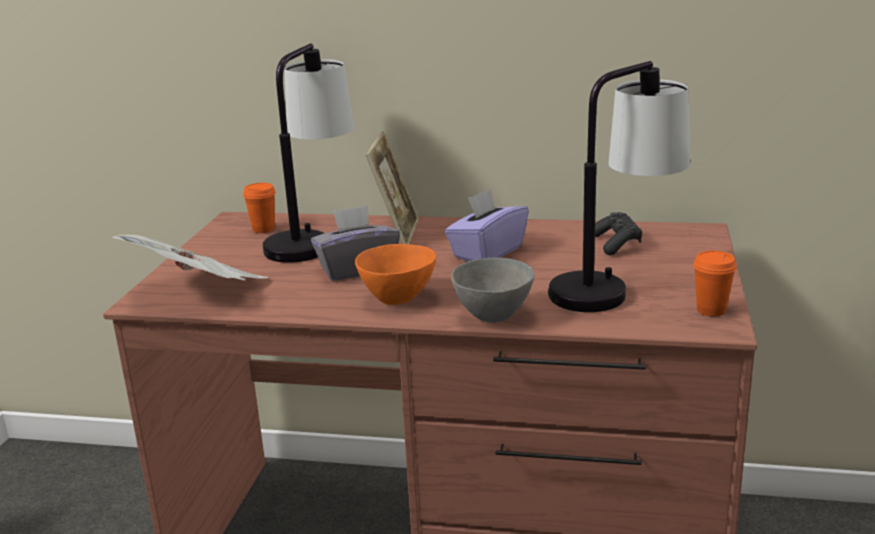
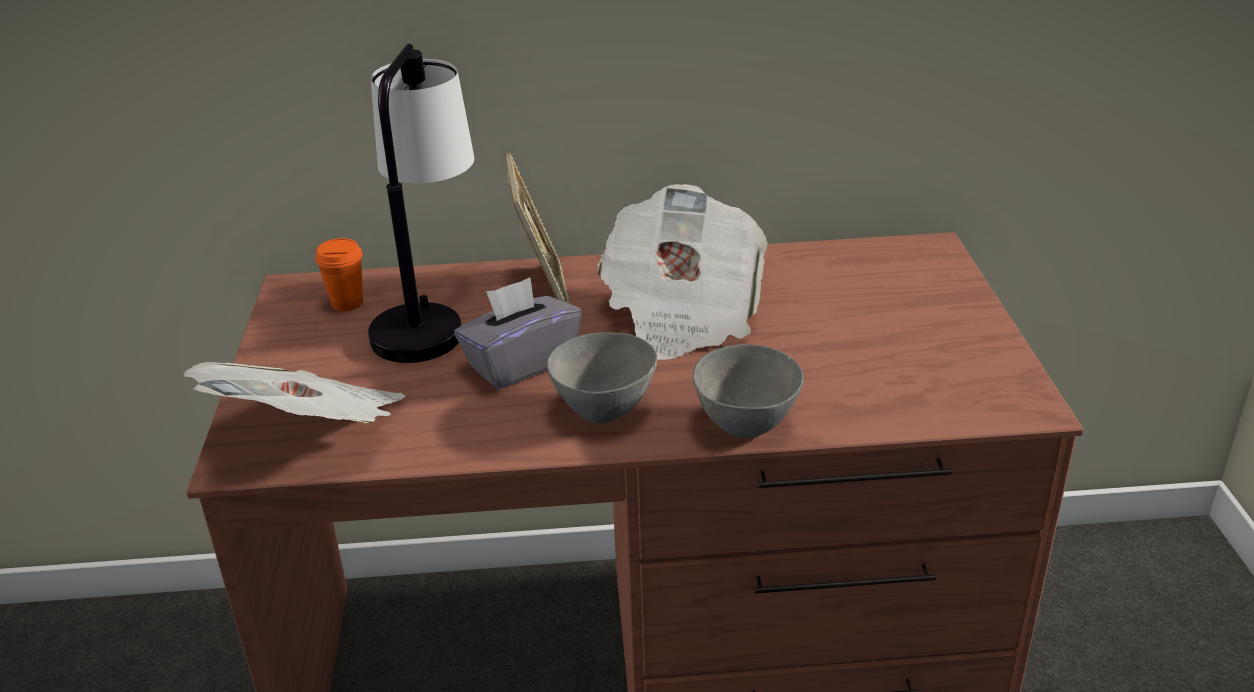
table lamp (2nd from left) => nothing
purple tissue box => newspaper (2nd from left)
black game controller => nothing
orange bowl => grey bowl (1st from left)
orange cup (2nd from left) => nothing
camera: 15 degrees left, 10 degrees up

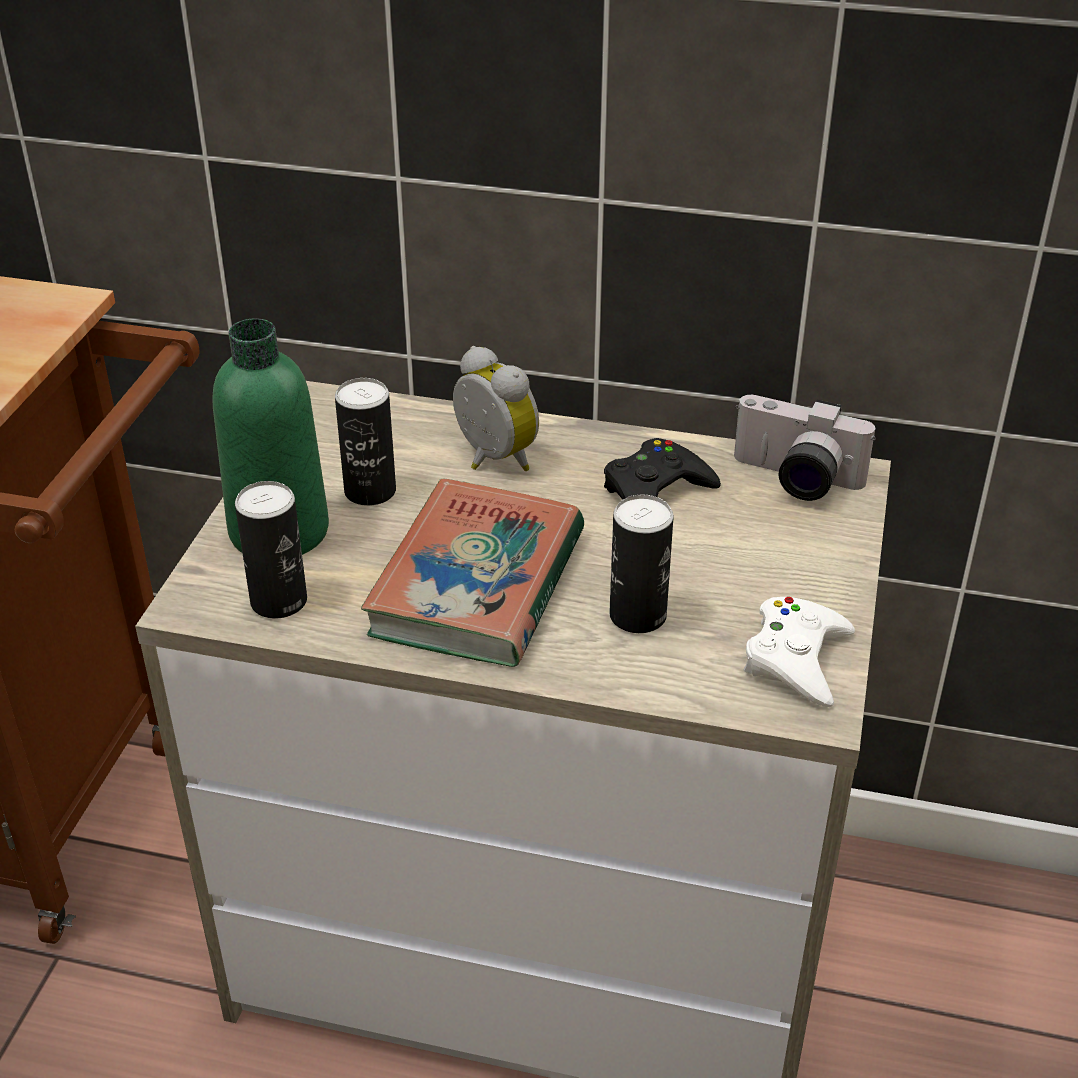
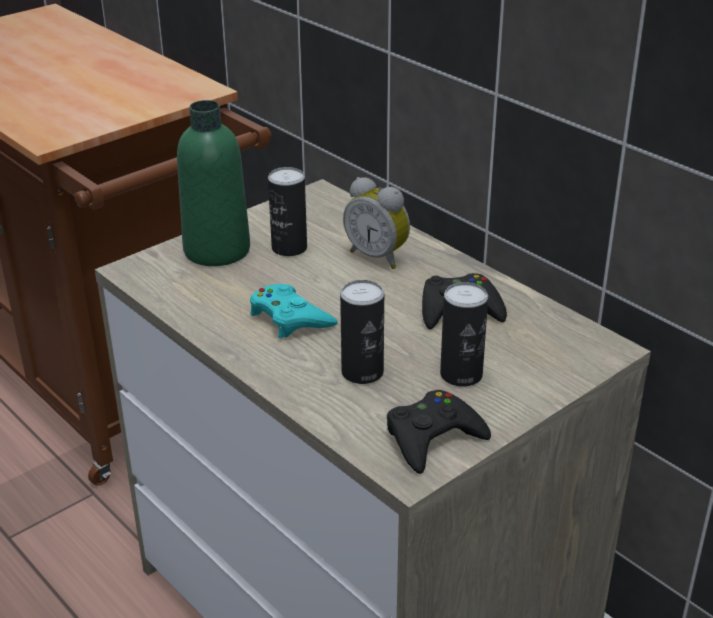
alarm clock, 135 degrees clockwise
photo camera => nothing
book => turquoise game controller
can (1st from left in the first image) => can (3rd from left), moved
white game controller => black game controller (1st from left)
camera: 35 degrees right, 5 degrees down

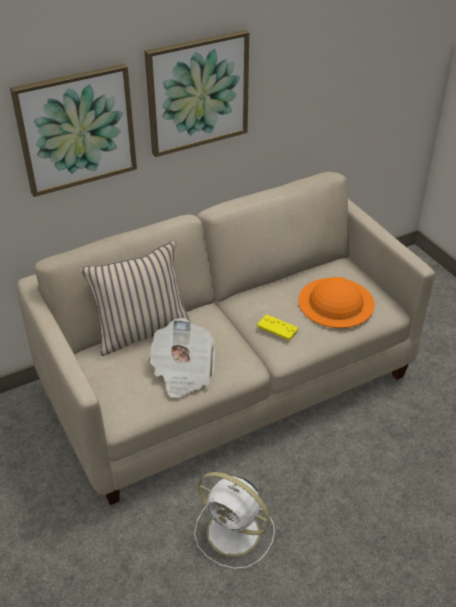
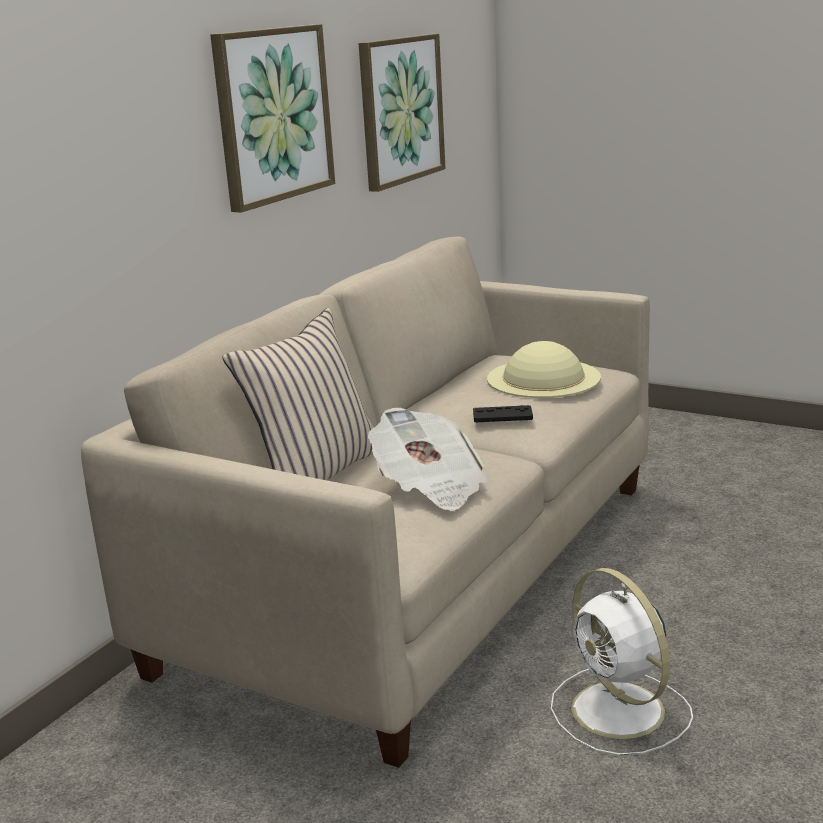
picture (1st from left in the first image) => picture (2nd from left), moved
orange hat => beige hat
yellow game controller => black game controller
white fan, 60 degrees clockwise
camera: 30 degrees left, 20 degrees down

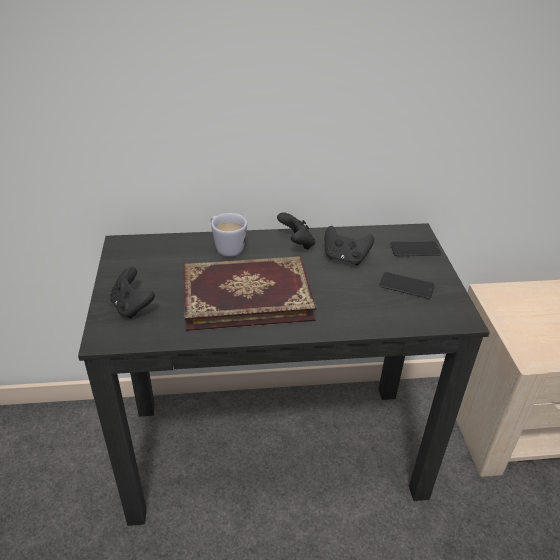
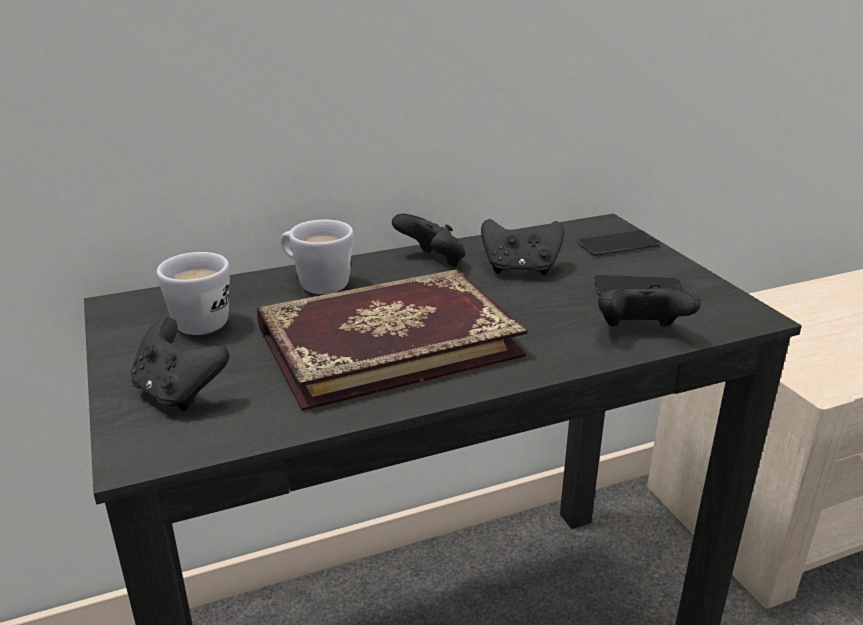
nothing => white mug (1st from left)
nothing => black game controller (4th from left)
camera: 15 degrees left, 10 degrees down

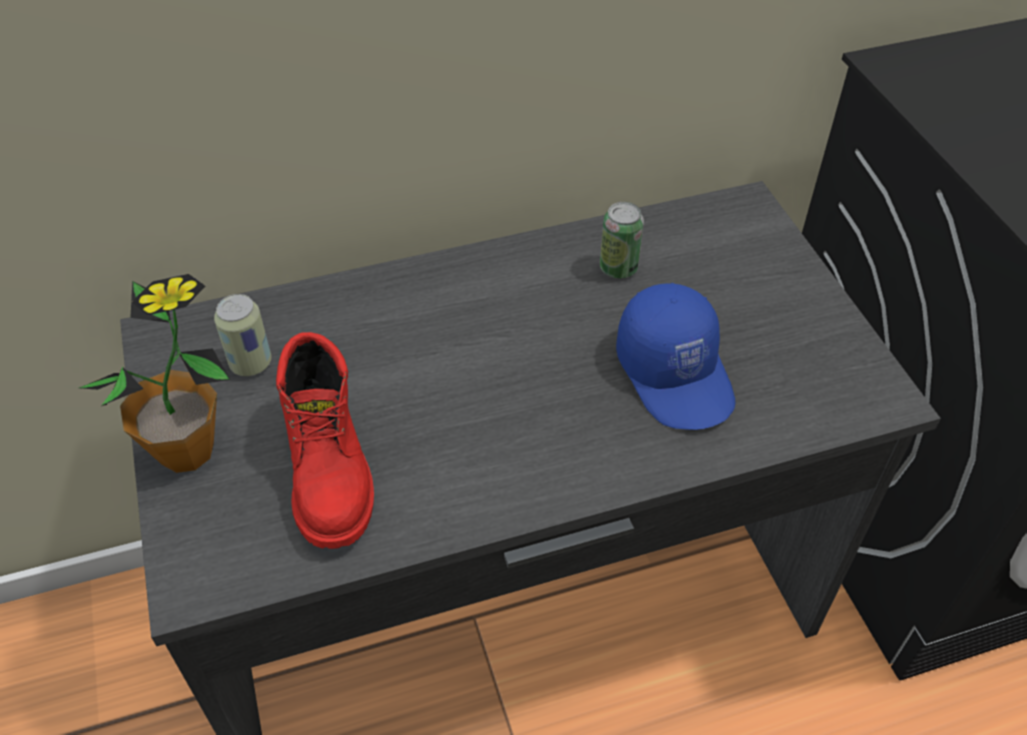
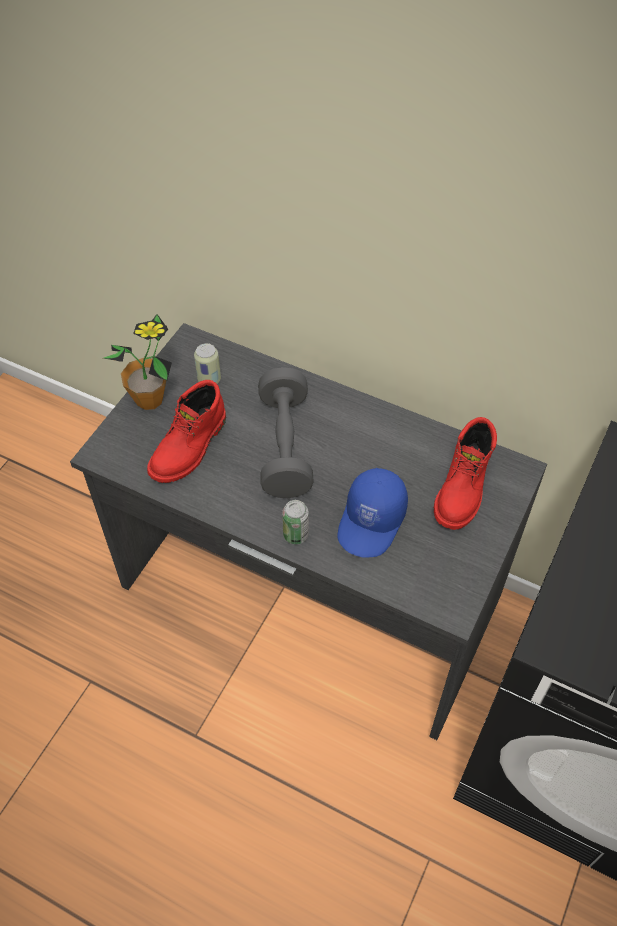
can (2nd from left), moved
nothing => grey dumbbell
nothing => red boot (2nd from left)
camera: 45 degrees right, 5 degrees up

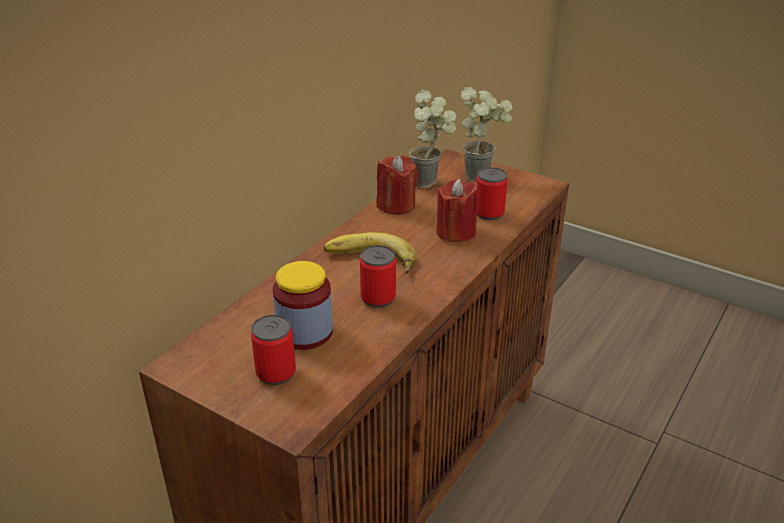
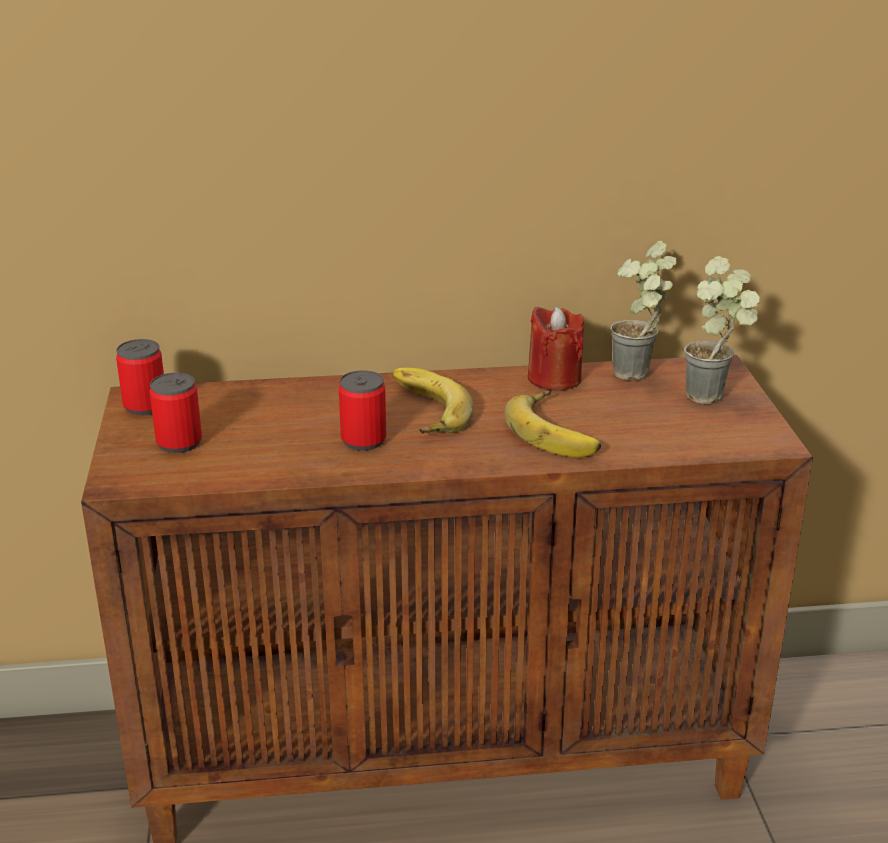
can (3rd from left in the first image) => can (1st from left), moved
red candle (2nd from left) => banana (2nd from left)
jar => nothing
camera: 50 degrees right, 5 degrees down

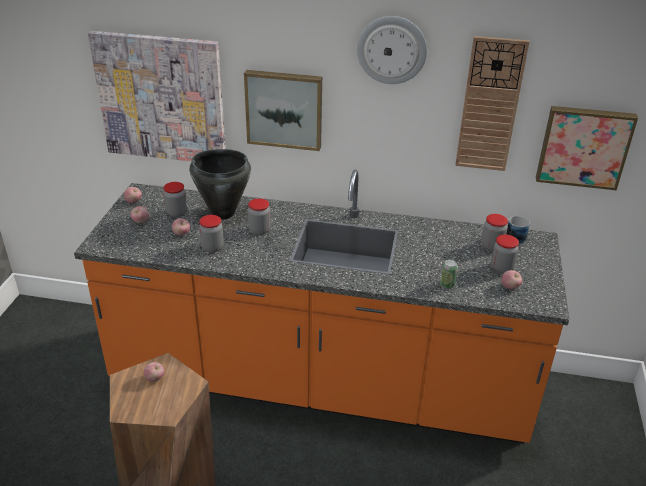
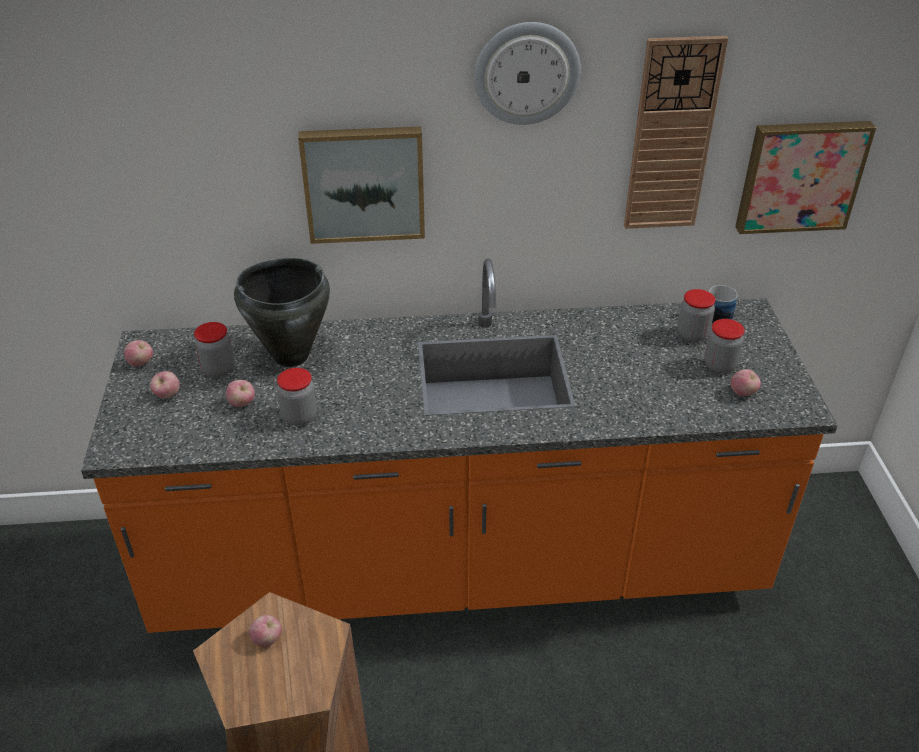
picture (1st from left) => nothing
jar (3rd from left) => nothing
can => nothing
camera: 15 degrees left, 5 degrees up

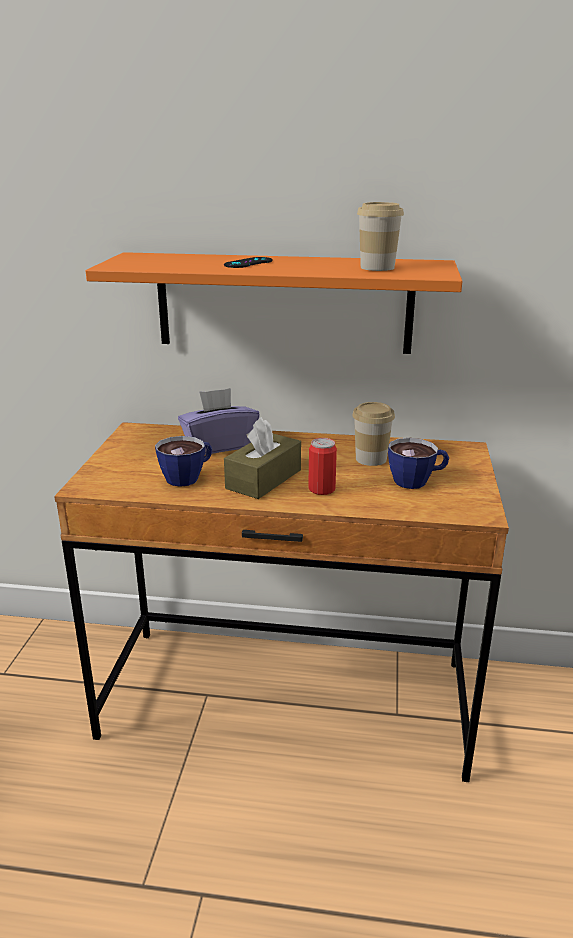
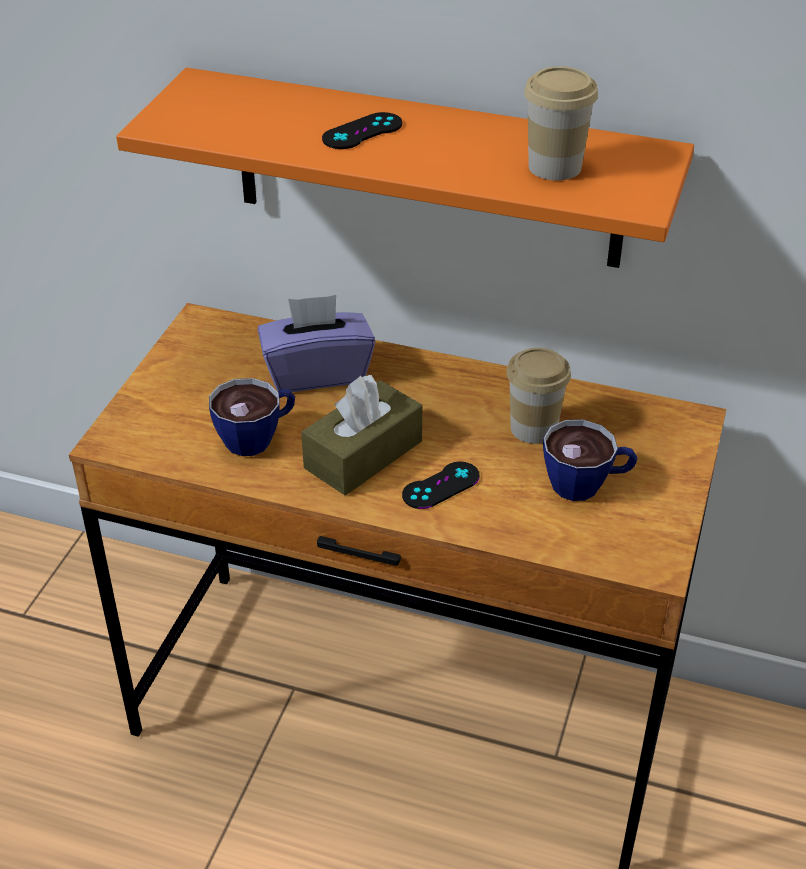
can => black game controller (2nd from left)
camera: 10 degrees right, 15 degrees up

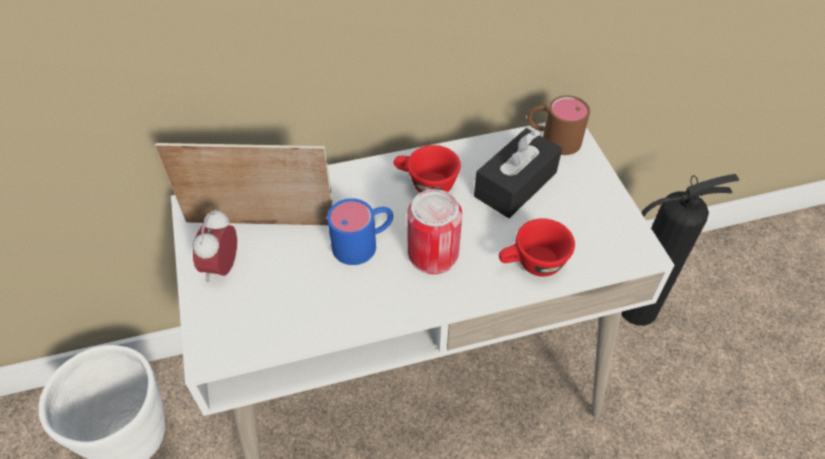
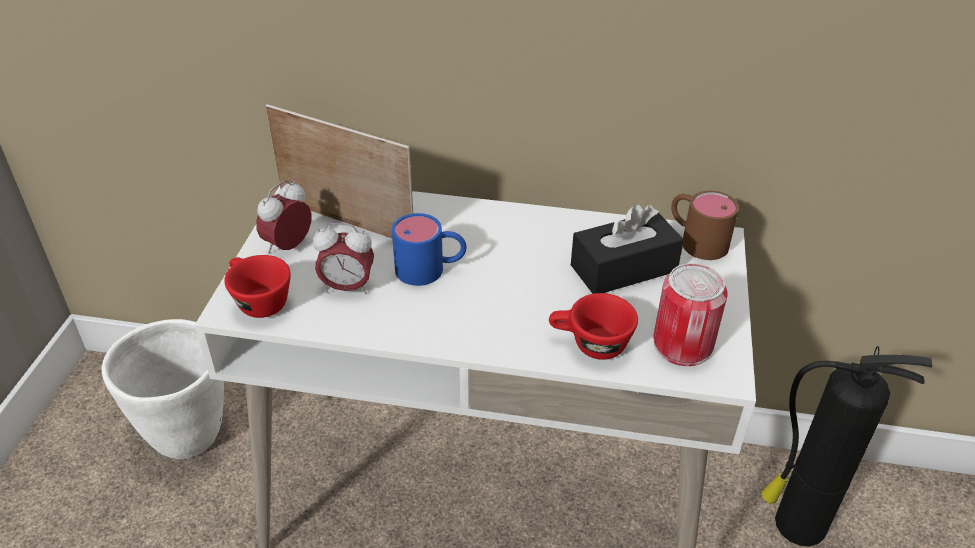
red cup (1st from left), moved
can, moved
nothing => alarm clock (2nd from left)
camera: 25 degrees right, 10 degrees down

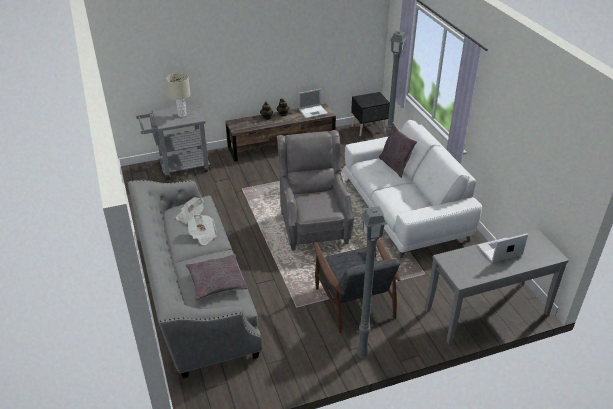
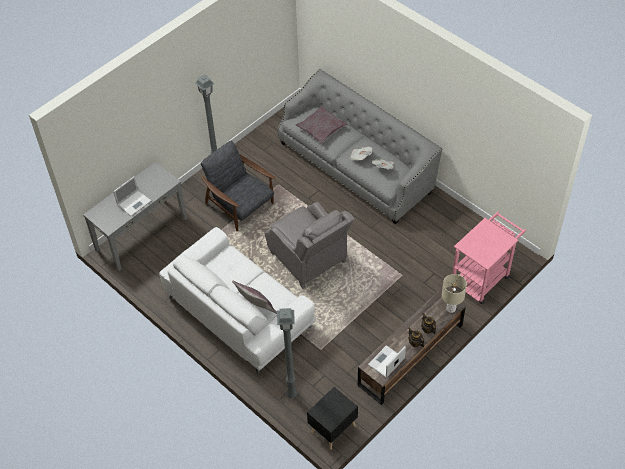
beige table lamp, moved
grey cart => pink cart
camera: 155 degrees right, 15 degrees up

